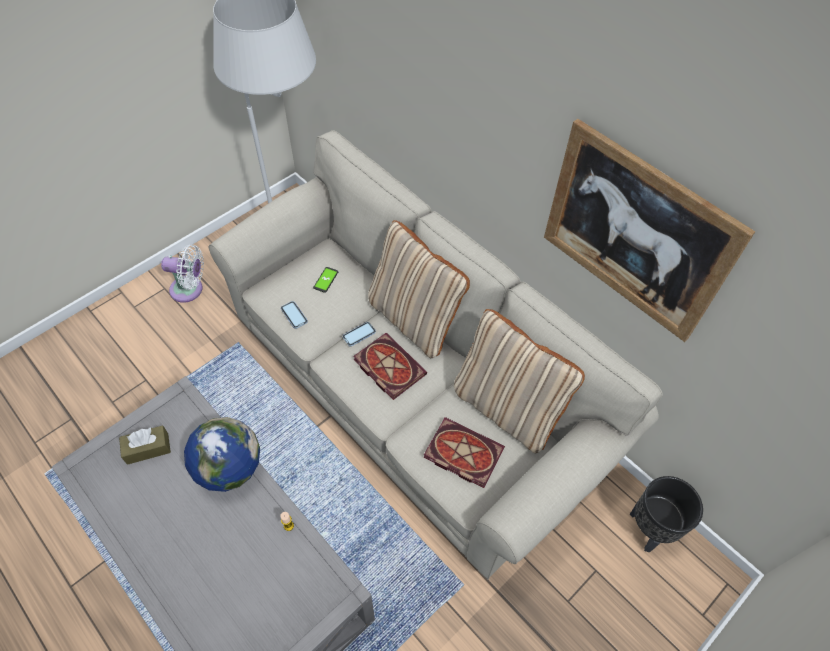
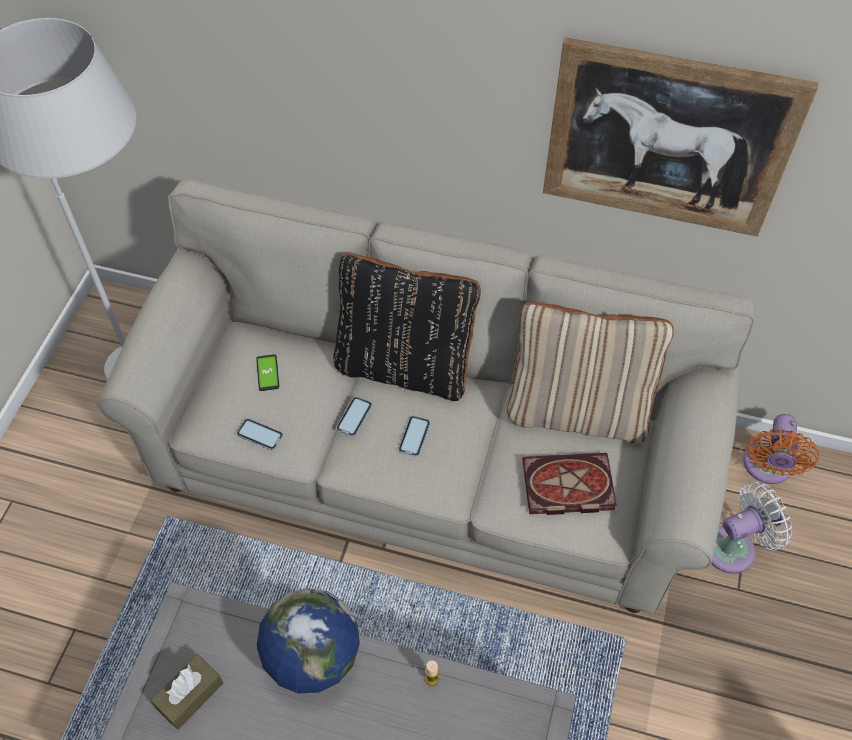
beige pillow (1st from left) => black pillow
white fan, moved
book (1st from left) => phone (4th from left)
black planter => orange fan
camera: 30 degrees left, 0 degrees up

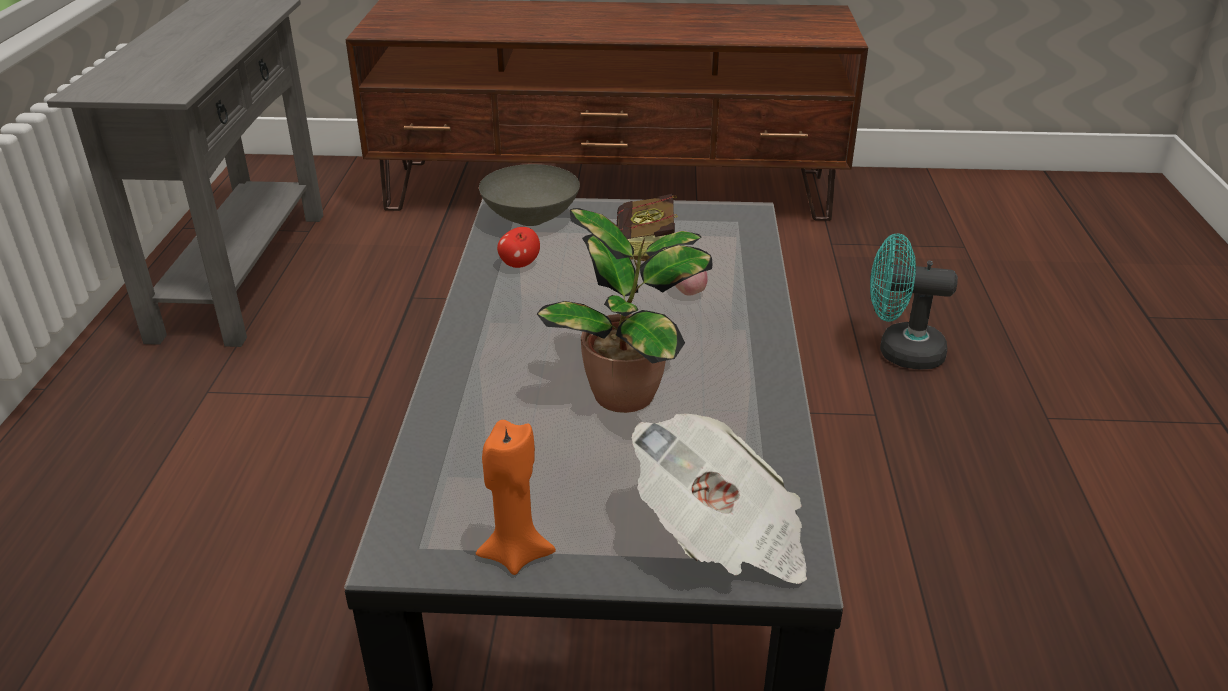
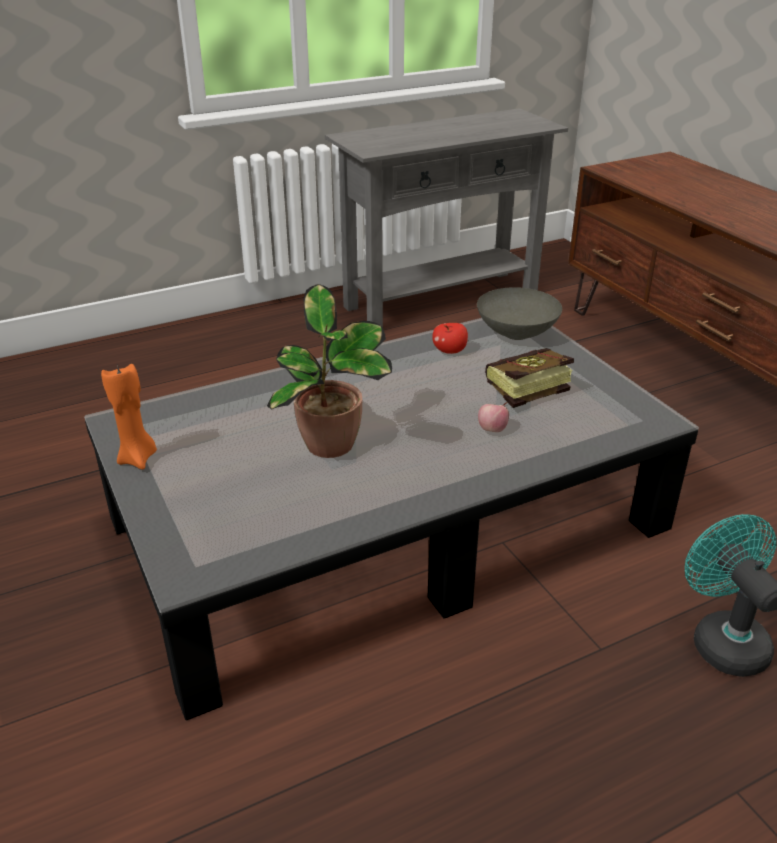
newspaper => nothing
camera: 60 degrees right, 0 degrees up

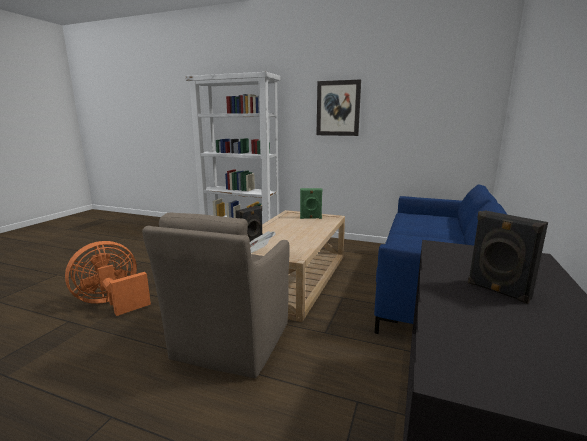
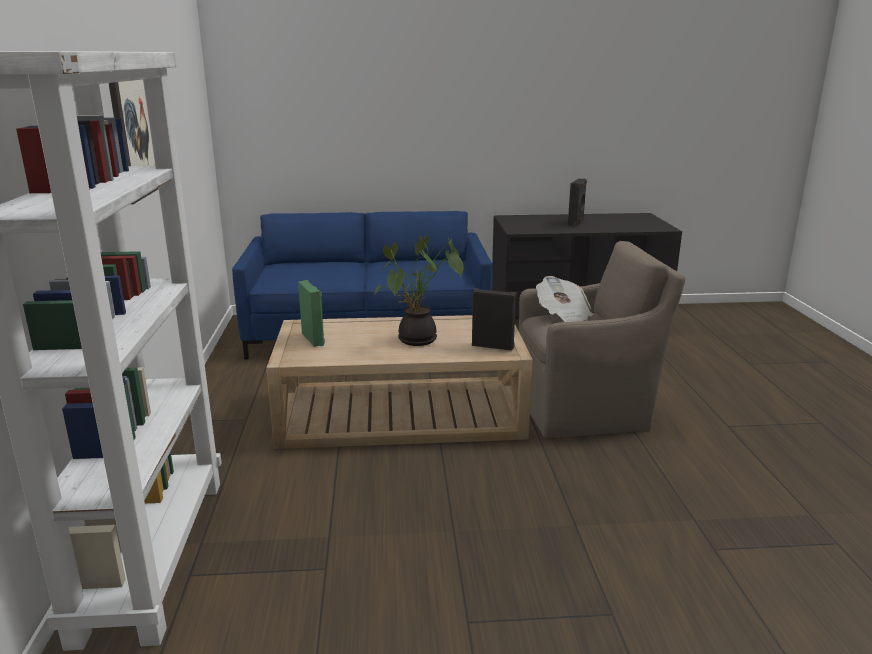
orange fan => nothing
nothing => potted plant
camera: 115 degrees left, 5 degrees up

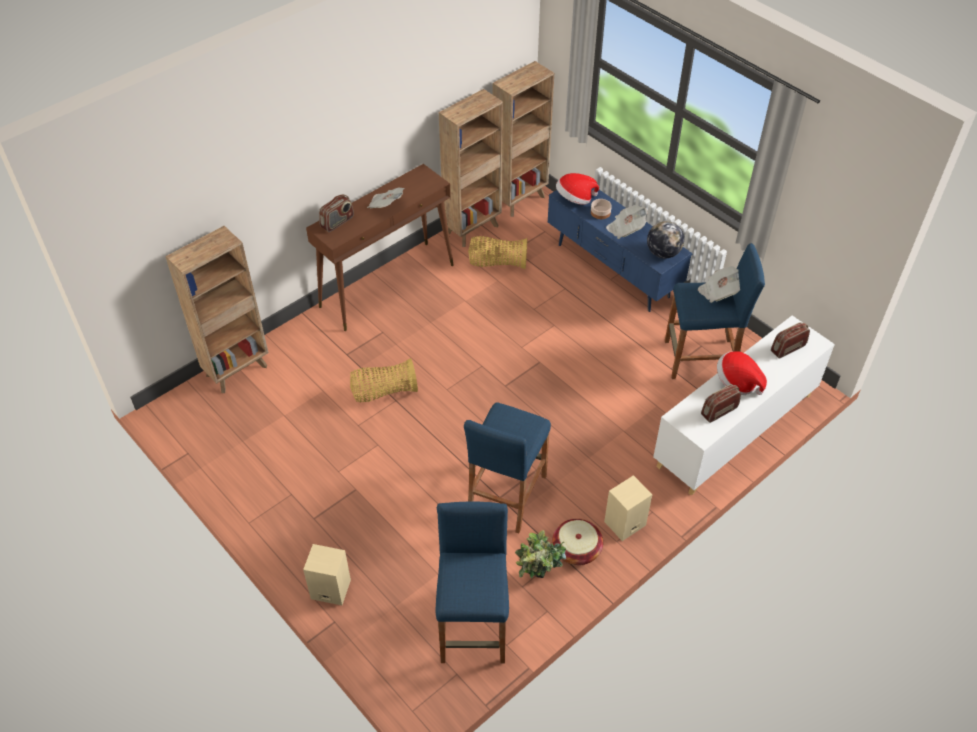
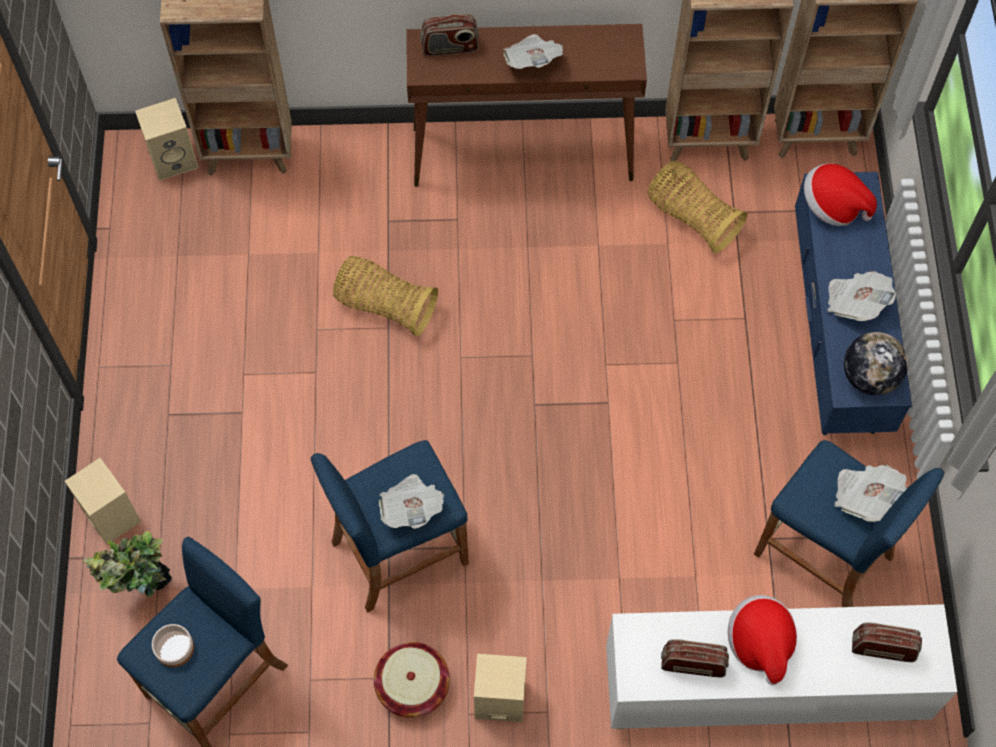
bowl, moved
potted plant, moved
nothing => beige speaker (2nd from left)
nothing => newspaper (1st from left)
camera: 40 degrees right, 15 degrees up

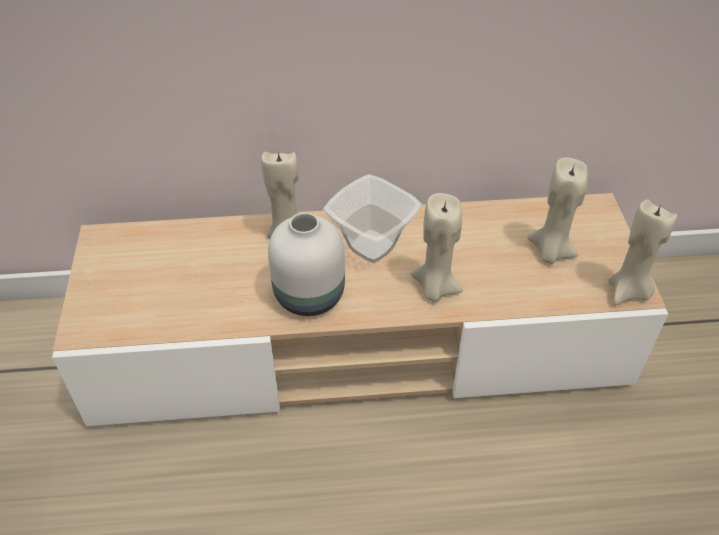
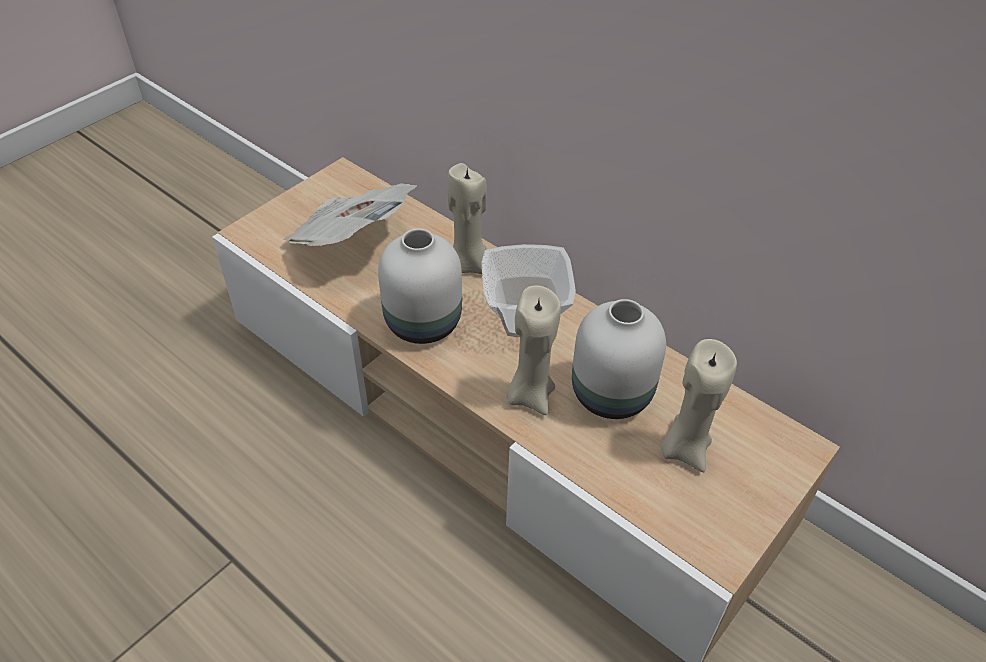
beige candle (4th from left) => nothing
nothing => newspaper
nothing => white vase (2nd from left)
camera: 45 degrees right, 0 degrees up

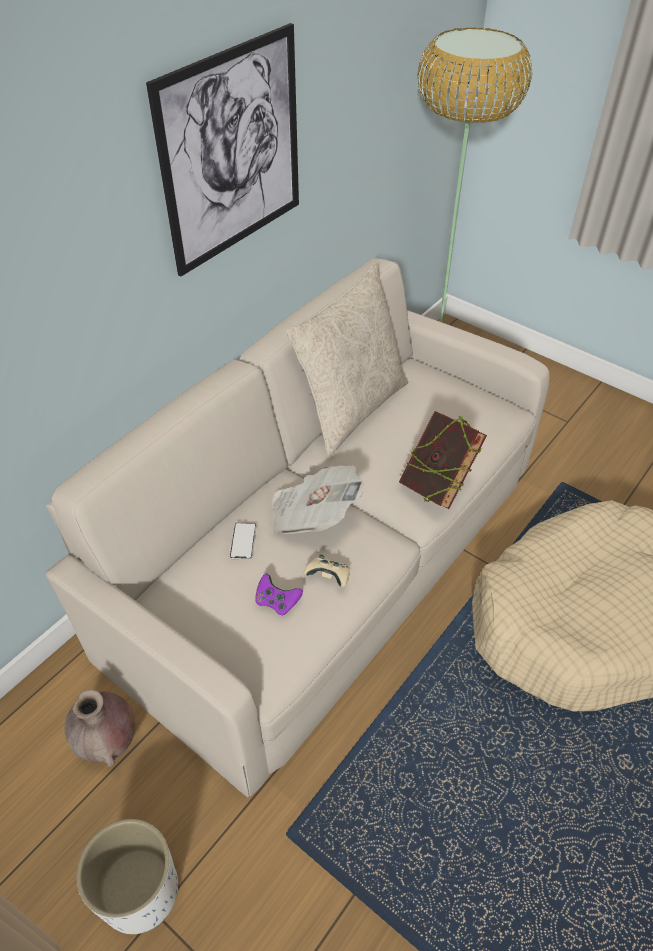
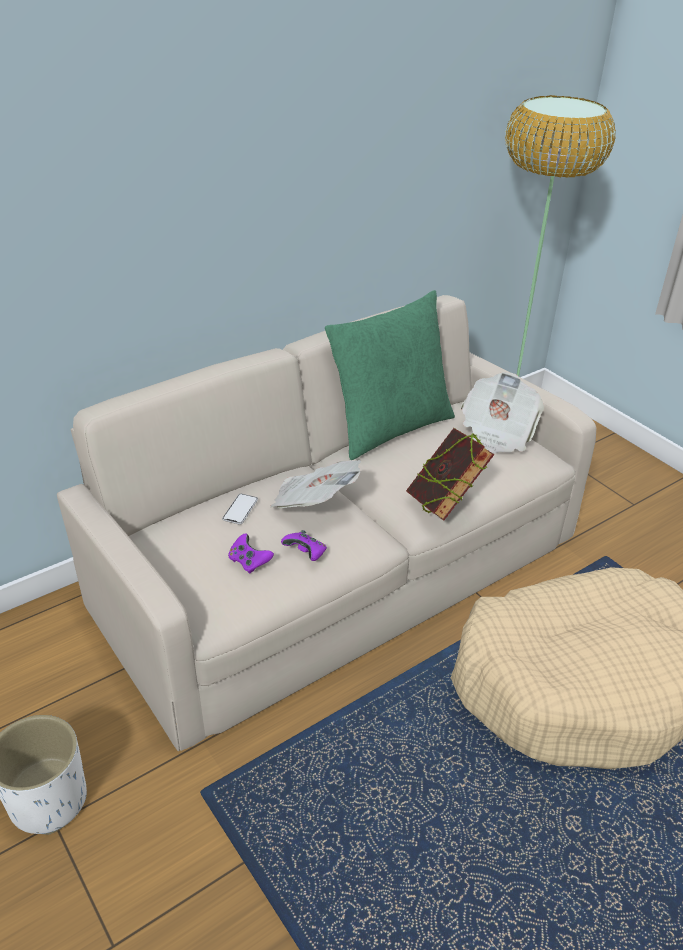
picture => nothing
beige pillow => green pillow
beige game controller => purple game controller (2nd from left)
brown vase => nothing
nothing => newspaper (2nd from left)
camera: 15 degrees right, 10 degrees down

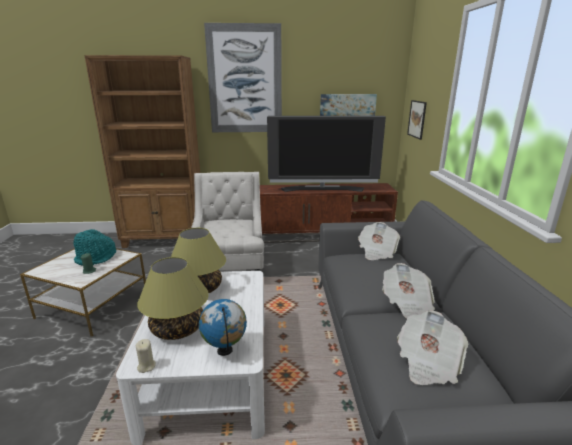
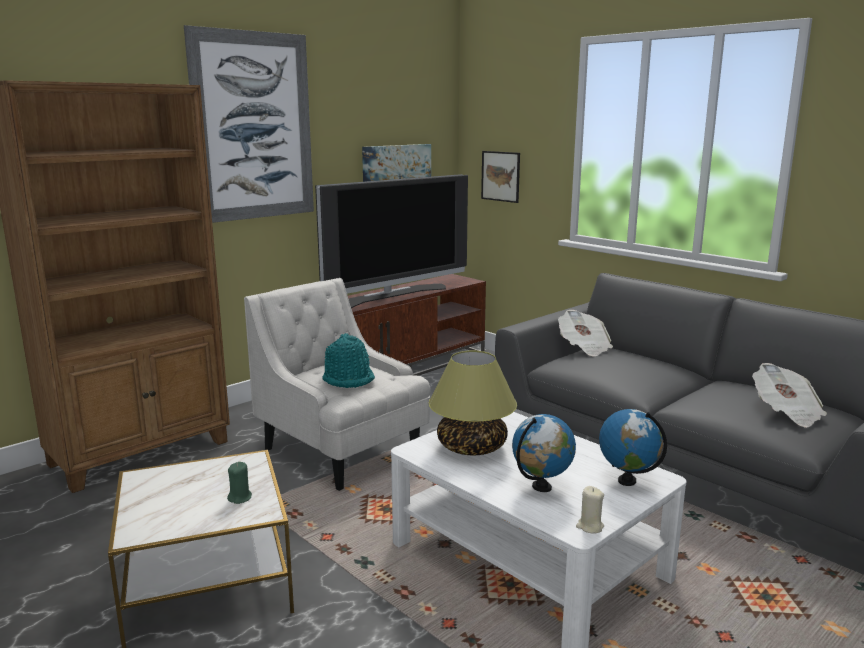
turquoise hat, moved
table lamp (1st from left) => globe (1st from left)
newspaper (2nd from left) => nothing
camera: 40 degrees left, 5 degrees down

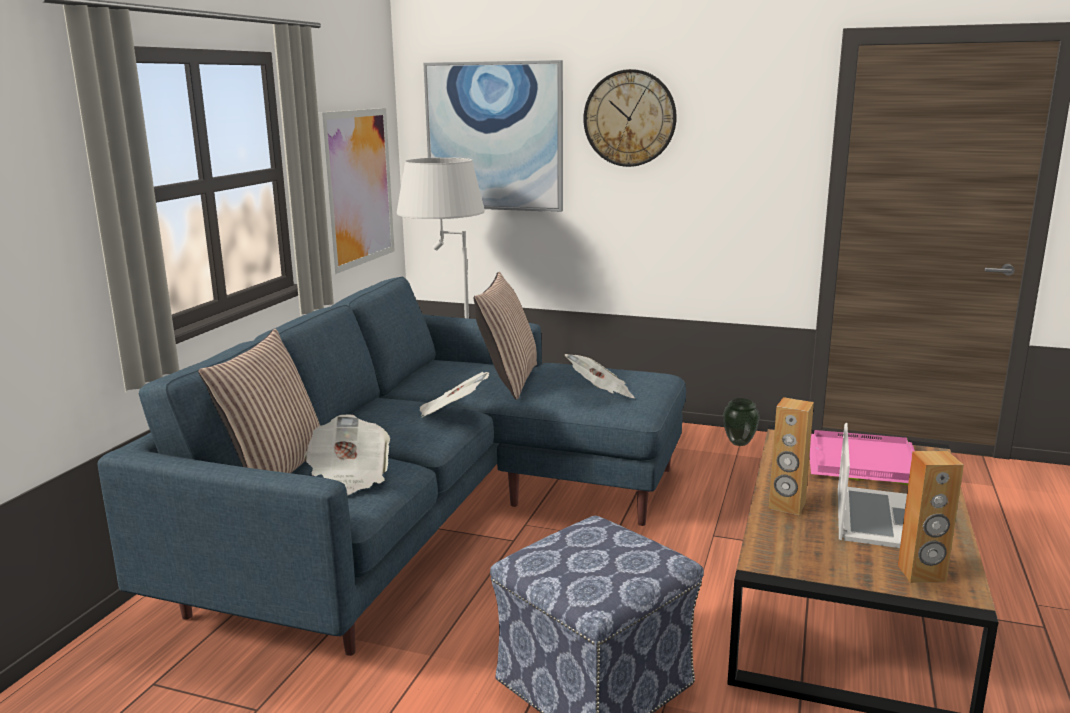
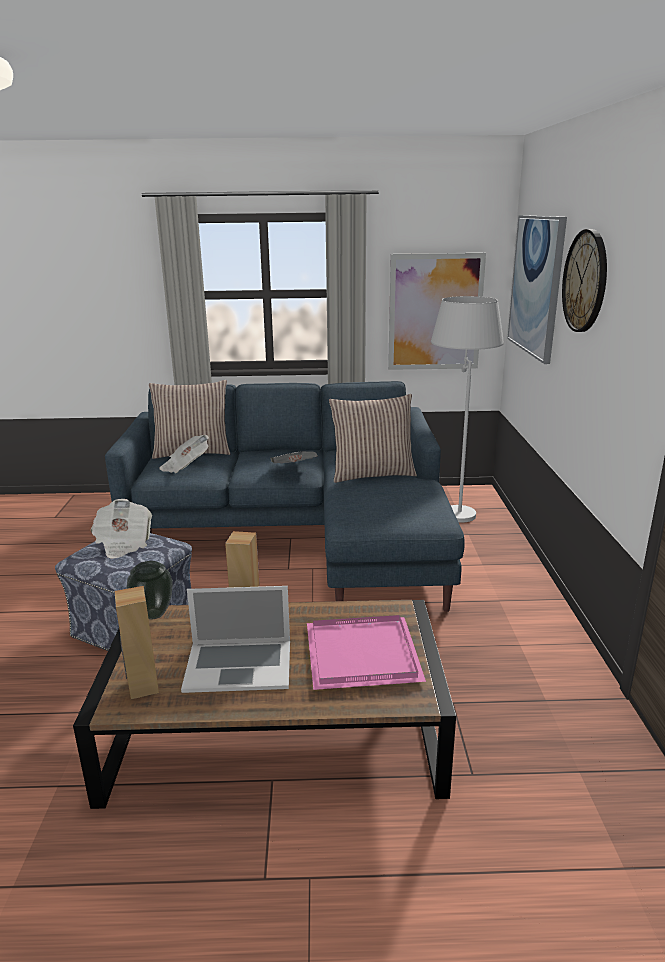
newspaper (3rd from left in the first image) => newspaper (1st from left), moved
vase, moved
camera: 70 degrees right, 5 degrees up

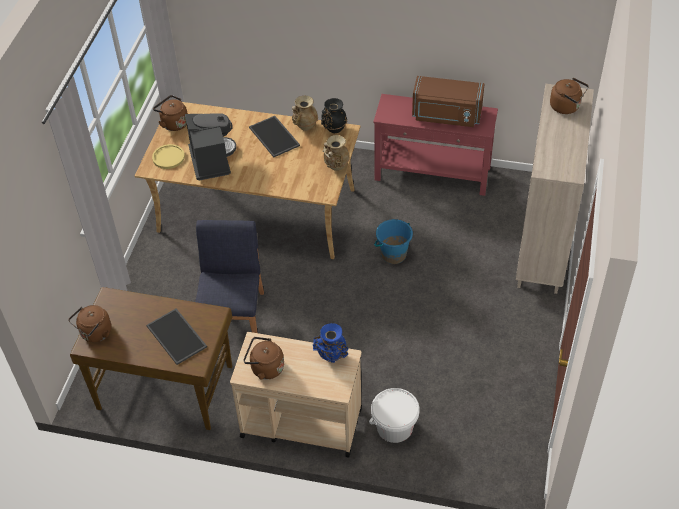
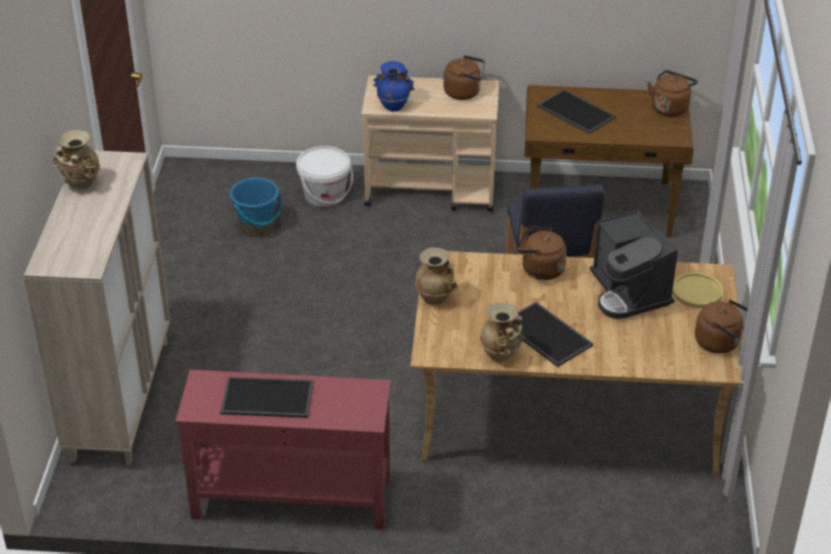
brown microwave => tray (1st from left)
brown kettle (4th from left in the first image) => brown kettle (2nd from left), moved
black vase => nothing
blue bucket, moved
nothing => beige vase (1st from left)
camera: 170 degrees right, 10 degrees down

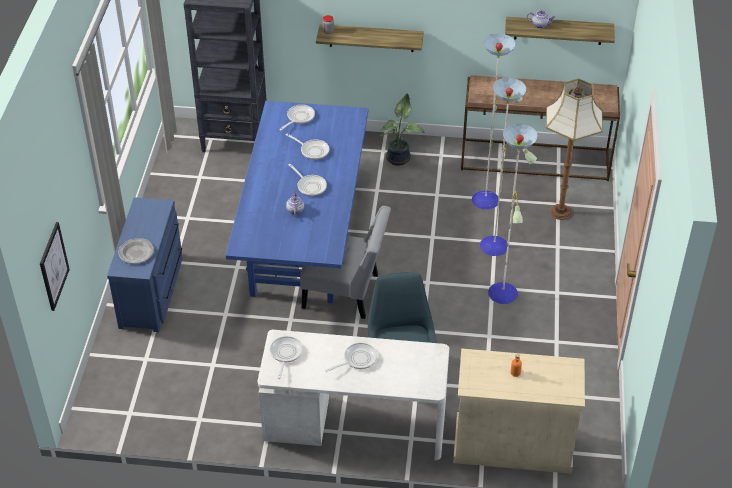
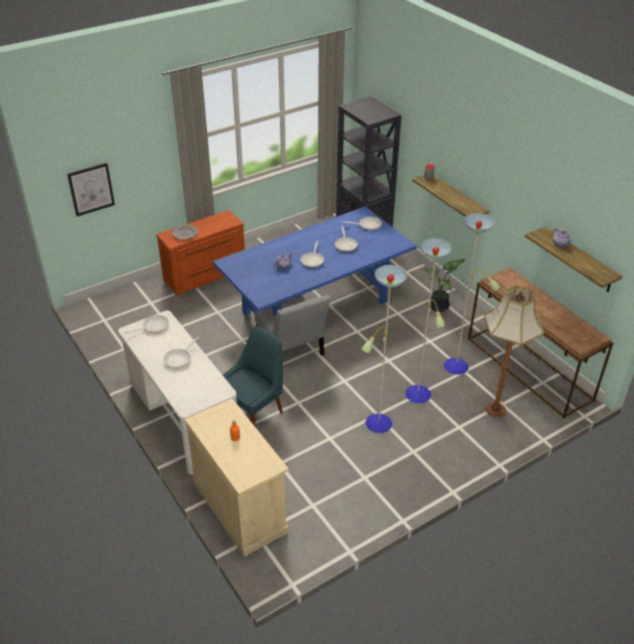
blue dresser => brown dresser
frying pan (5th from left in the first image) => frying pan (2nd from left), 105 degrees clockwise
camera: 50 degrees right, 5 degrees down

